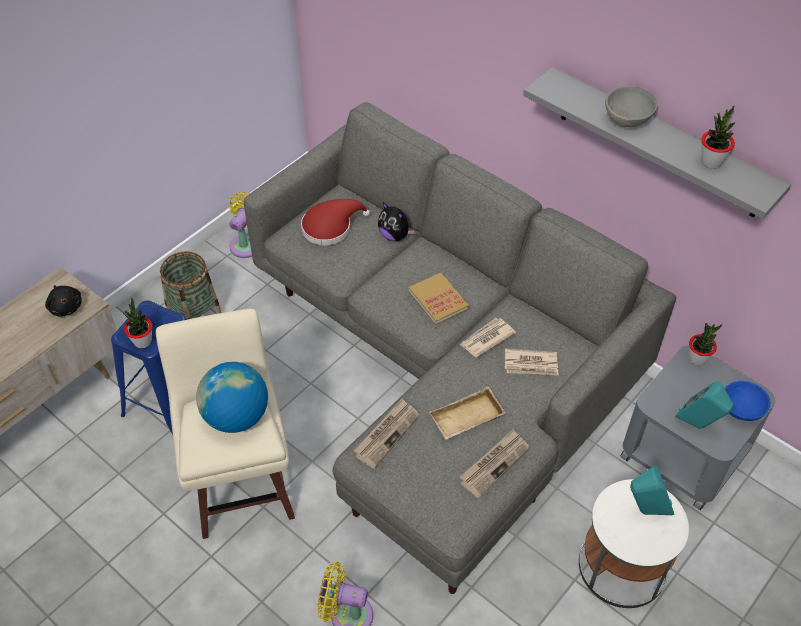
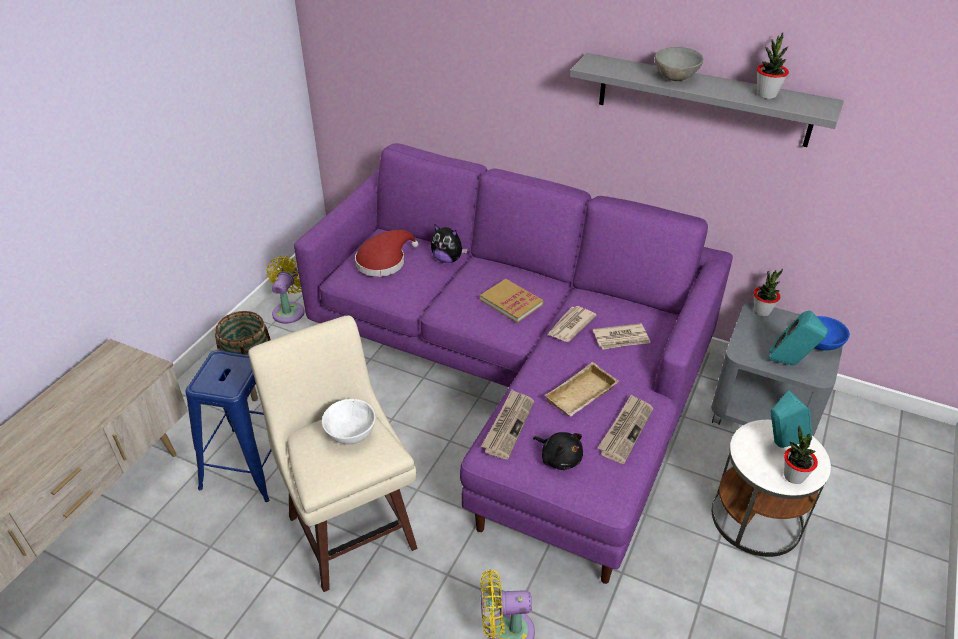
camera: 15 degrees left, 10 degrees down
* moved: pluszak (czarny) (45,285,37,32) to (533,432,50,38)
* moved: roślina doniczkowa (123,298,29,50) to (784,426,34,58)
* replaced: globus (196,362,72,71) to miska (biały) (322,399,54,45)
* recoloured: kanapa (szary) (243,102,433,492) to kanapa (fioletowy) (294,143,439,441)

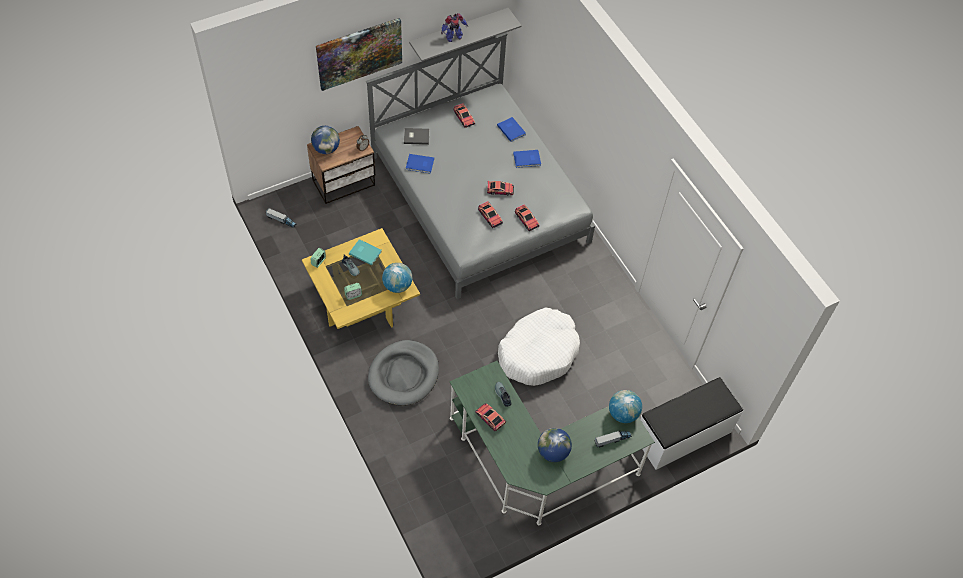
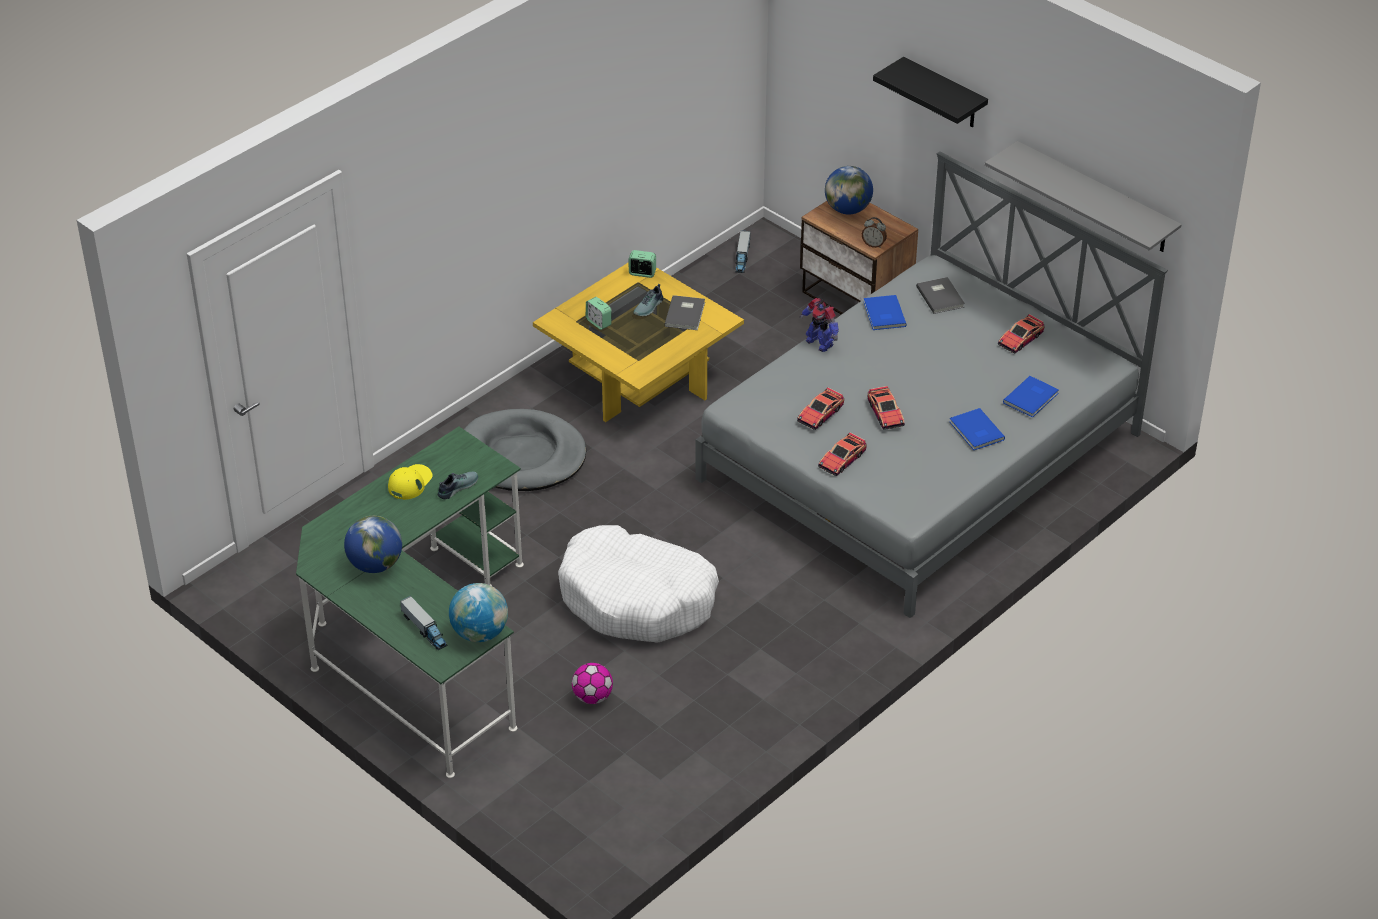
camera: 75 degrees right, 15 degrees down
* removed: globus (382,263,30,30)
* removed: ławka (biały) (640,377,103,93)
* added: piłka futbolowa (572,663,41,41)
* moved: robot zabawkowy (441,13,27,29) to (799,298,40,54)
* replaced: obraz (316,18,86,73) to półka (czarny) (873,57,115,70)
* replaced: samochodzik (475,403,31,29) to czapka z daszkiem (żółty) (388,464,45,36)
* recoloured: książka (turkusowy) (349,239,33,26) to książka (szary) (664,295,41,35)

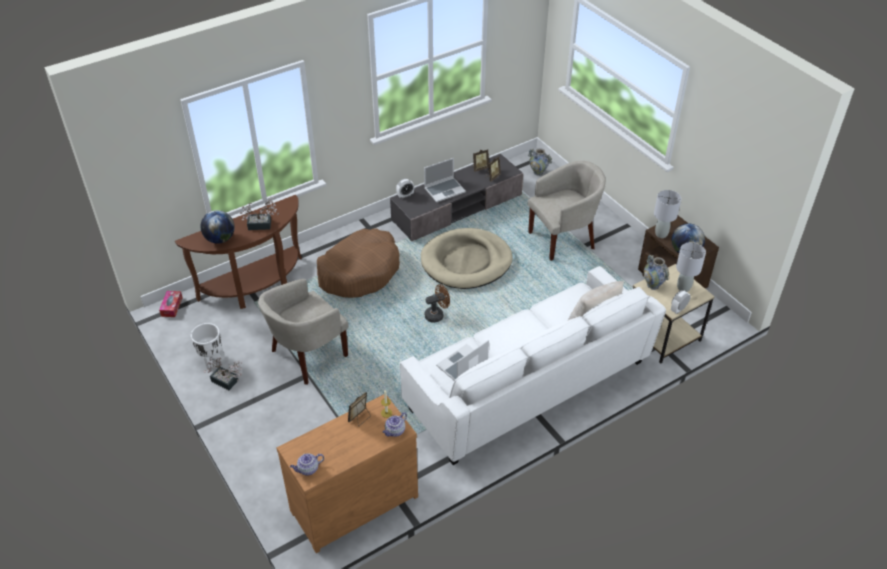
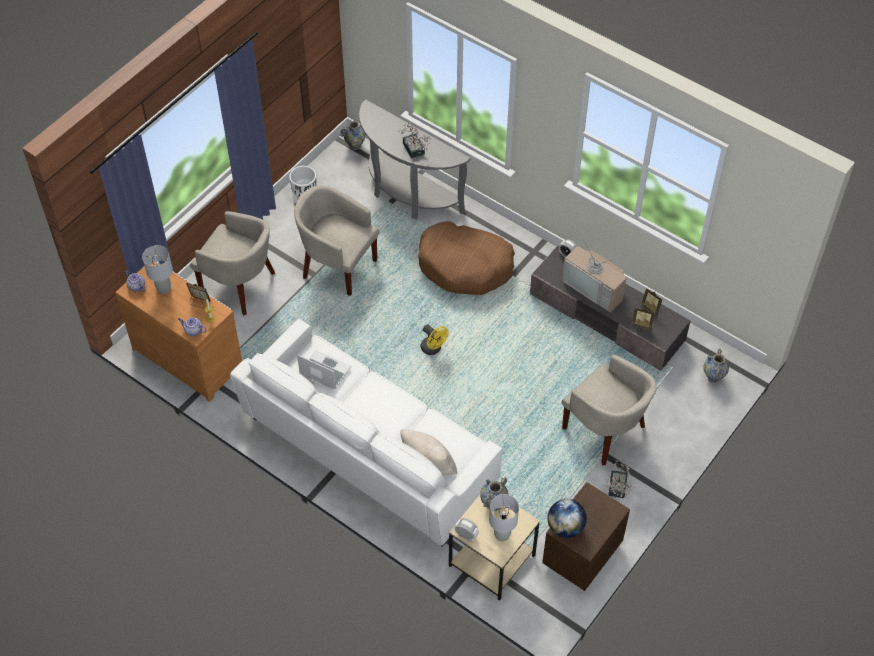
camera: 70 degrees right, 10 degrees up
* removed: globus (200,210,35,34)
* removed: legowisko (beżowy) (421,228,92,61)
* added: fotel (beżowy) (190,211,85,104)
* moved: roślina doniczkowa (203,358,39,32) to (606,460,29,38)
* moved: lampa stołowa (szary) (654,190,27,48) to (142,245,31,49)
* replaced: pudełko chusteczek (159,291,23,26) to wazon (340,121,26,29)
* replaced: laptop (424,158,42,44) to telewizor (562,237,65,76)
* recoloured: stolik konsolowy (brązowy) (175,195,127,114) to stolik konsolowy (szary) (359,99,112,120)
* recoloured: wentylator (brązowy) (425,284,25,39) to wentylator (żółty) (421,324,28,31)

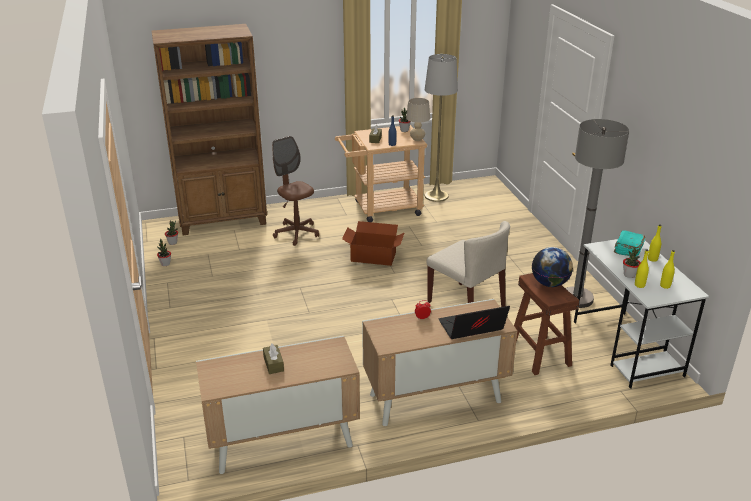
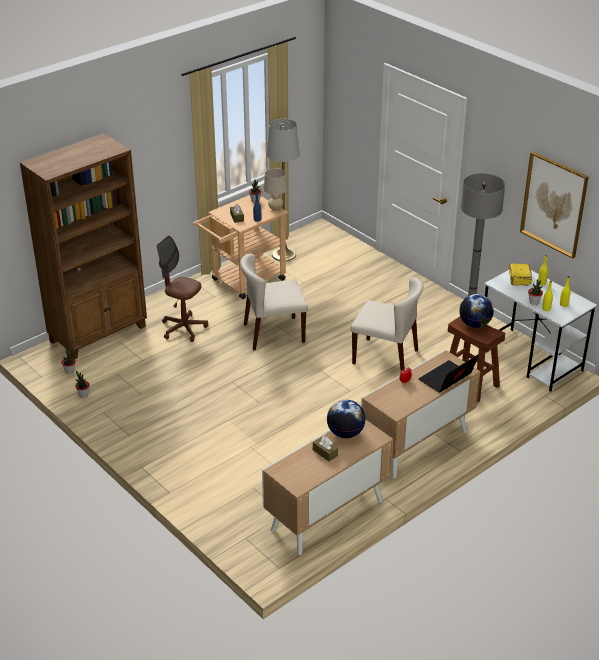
camera: 25 degrees left, 5 degrees up
* added: globus (327,400,39,38)
* added: obraz (520,152,69,106)
* replaced: karton (342,221,63,45) to krzesło (beżowy) (240,254,68,96)
* recoloured: książka (turkusowy) (614,230,31,27) to książka (żółty) (509,264,23,22)

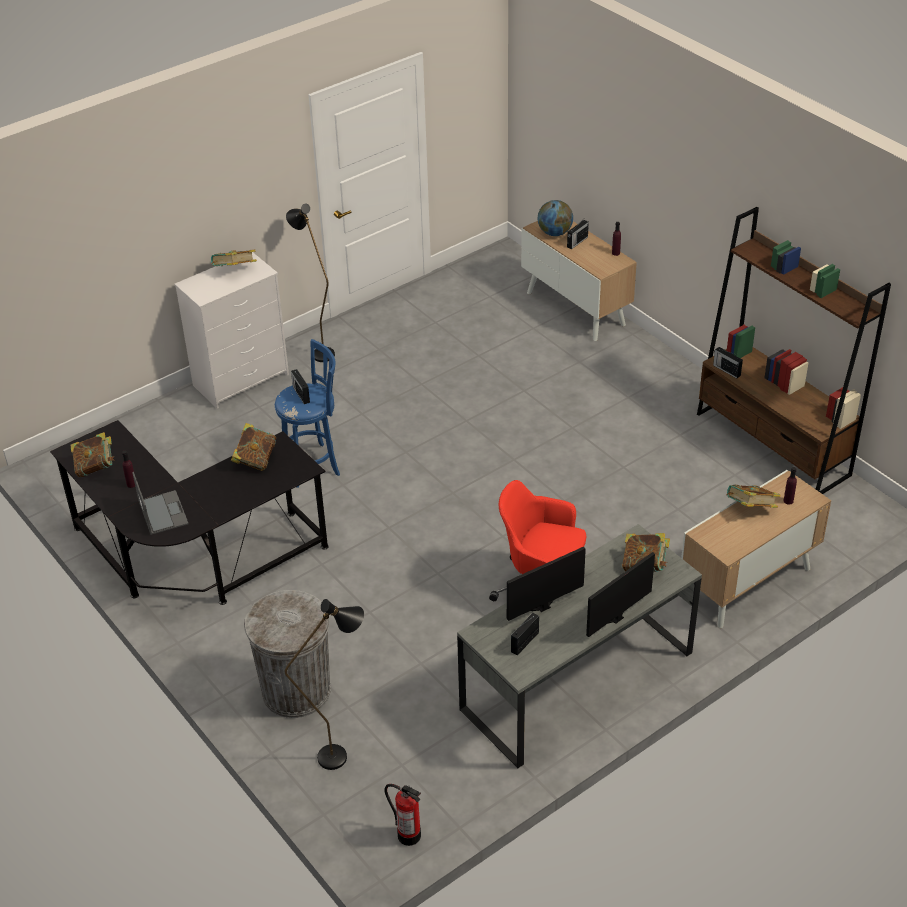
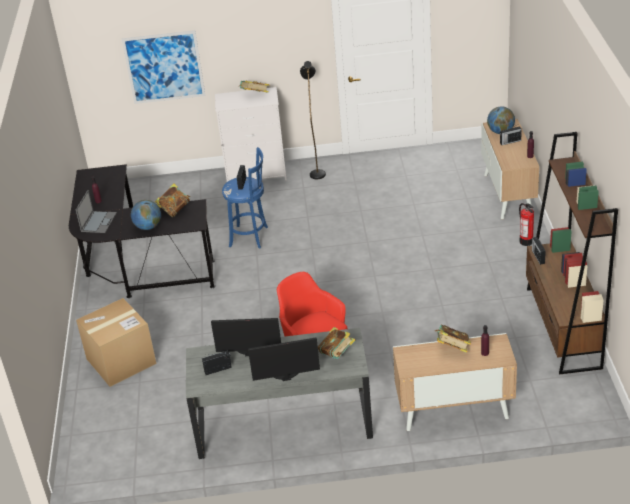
camera: 35 degrees right, 5 degrees down
* removed: książka (70,432,45,45)
* removed: lampa stojąca (czarny) (285,599,79,171)
* added: obraz (122,30,84,74)
* added: globus (131,200,30,30)
* moved: gaśnica (385,784,36,62) to (519,203,15,43)
* replaced: kosz na śmieci (szary) (244,590,87,128) to karton (76,298,81,89)

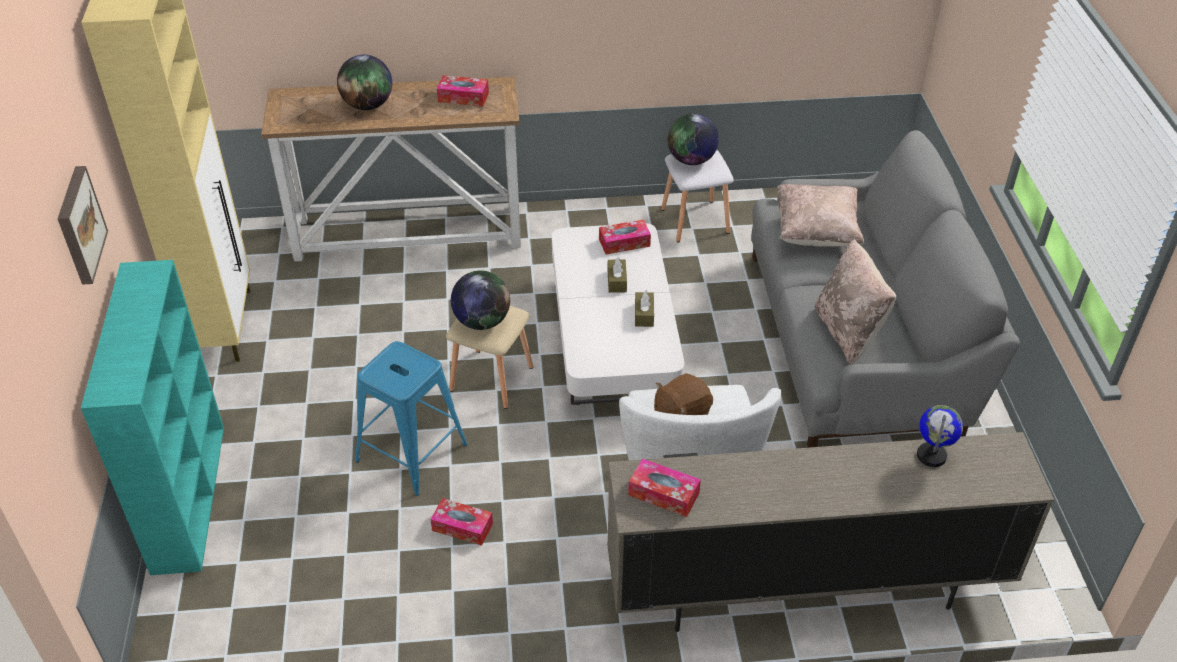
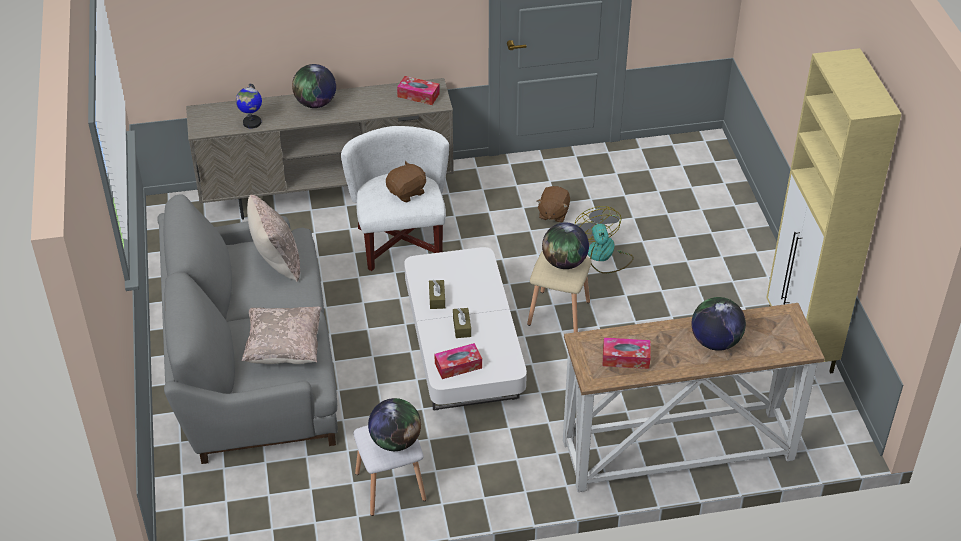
camera: 175 degrees right, 0 degrees up
* removed: obraz (57,166,51,119)
* removed: regał (turkusowy) (81,260,143,315)
* added: globus (292,64,44,44)
* replaced: stołek (niebieski) (355,341,112,155) to wentylator (575,206,59,68)
* replaced: pudełko chusteczek (430,498,63,48) to pluszak (brązowy) (537,186,33,37)

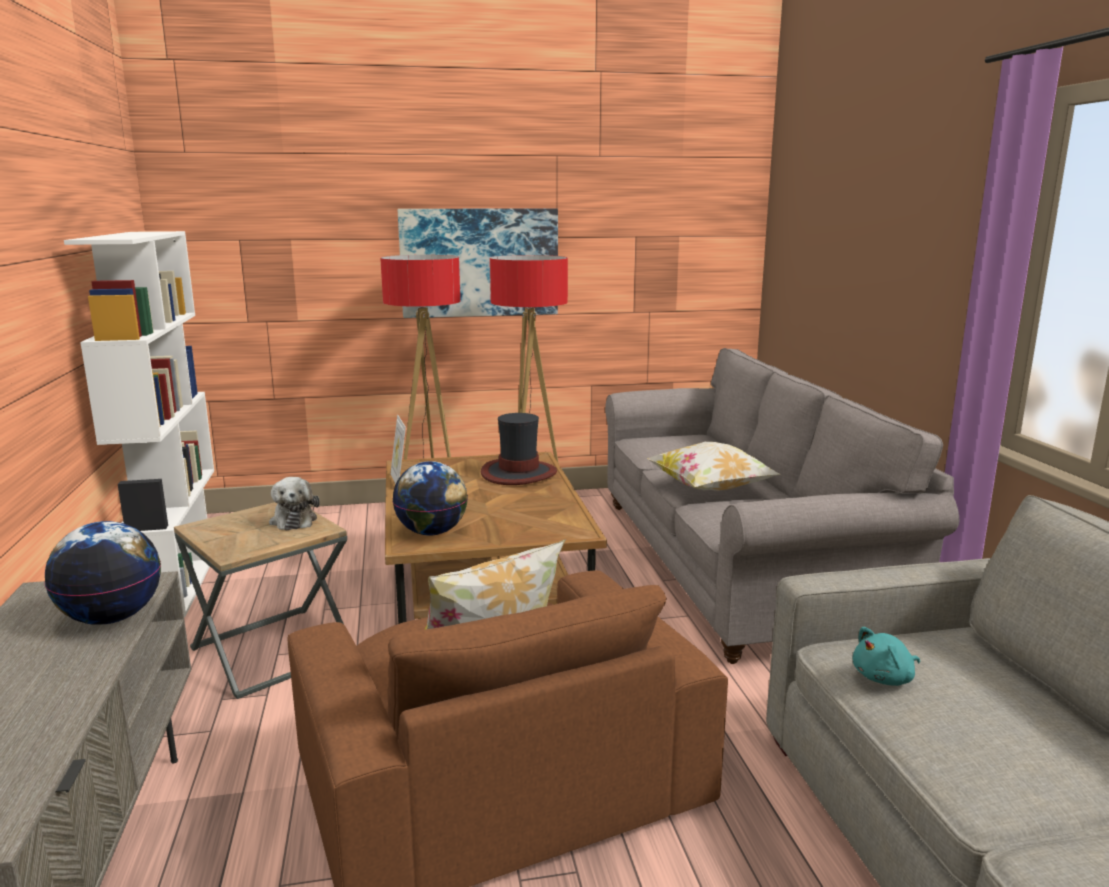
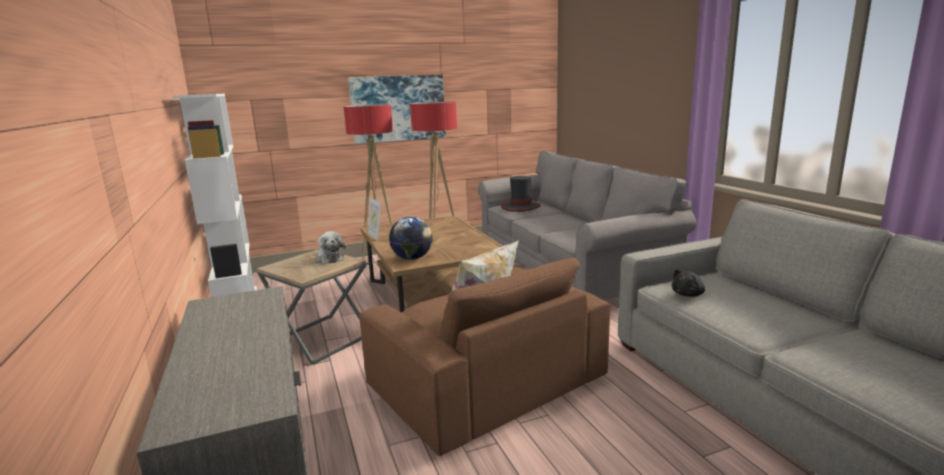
camera: 10 degrees left, 0 degrees up
* removed: globus (45,521,116,104)
* removed: poduszka (647,442,132,49)
* moved: kapelusz (481,413,76,72) to (501,176,40,36)
* recoloured: pluszak (turkusowy) (853,627,67,59) to pluszak (czarny) (672,269,33,28)

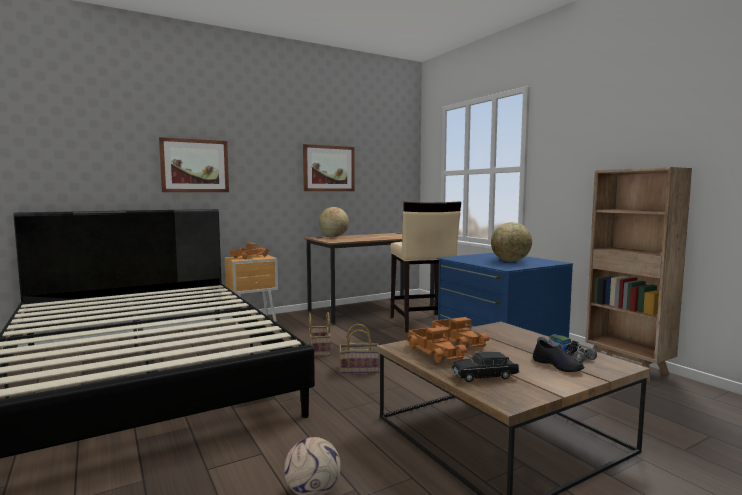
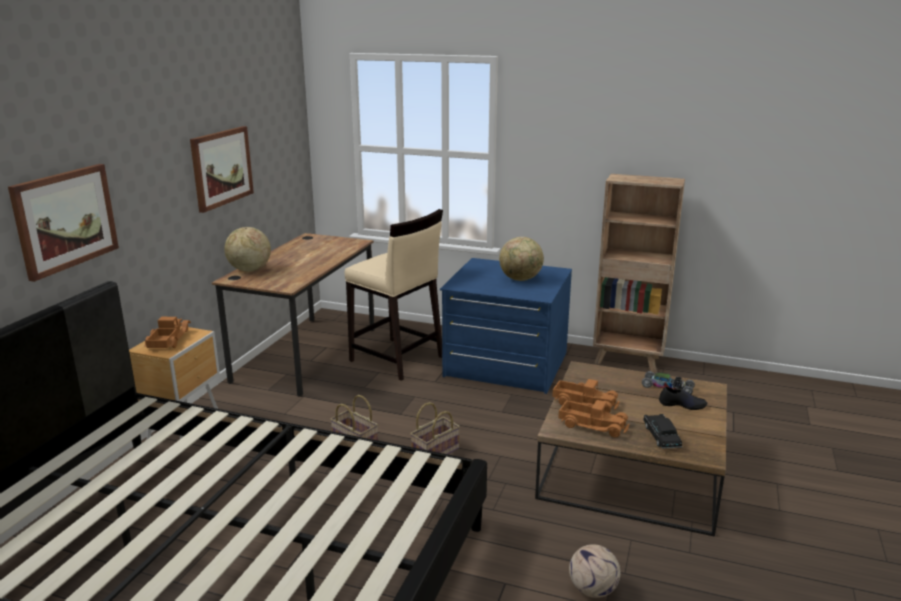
camera: 40 degrees left, 15 degrees up
* turned: samochodzik (czarny) (451,352,69,30) = (643,414,39,34) 135 degrees clockwise

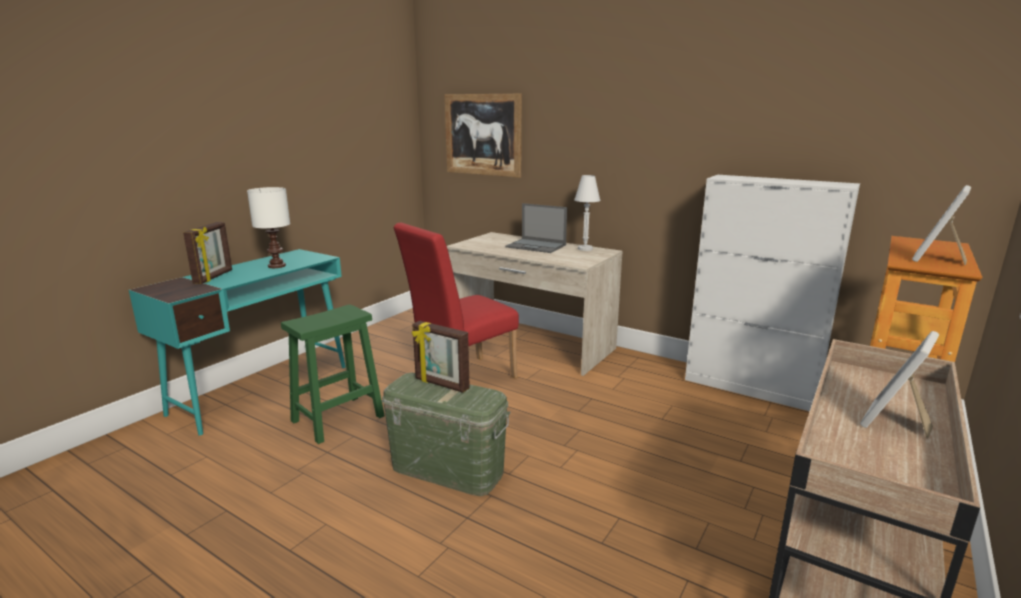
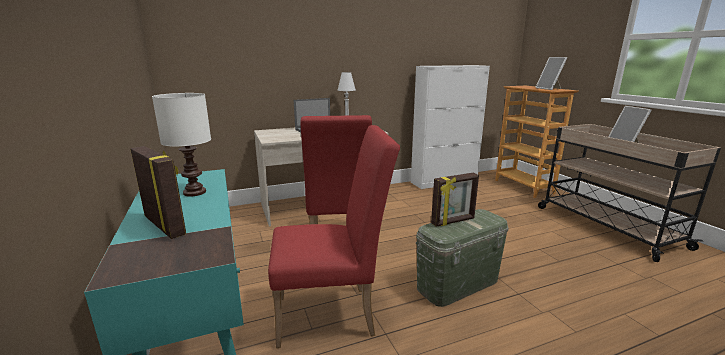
camera: 55 degrees left, 0 degrees up
* removed: obraz (444,94,78,84)
* replaced: stołek (zielony) (281,304,104,140) to krzesło (czerwony) (268,125,132,223)

